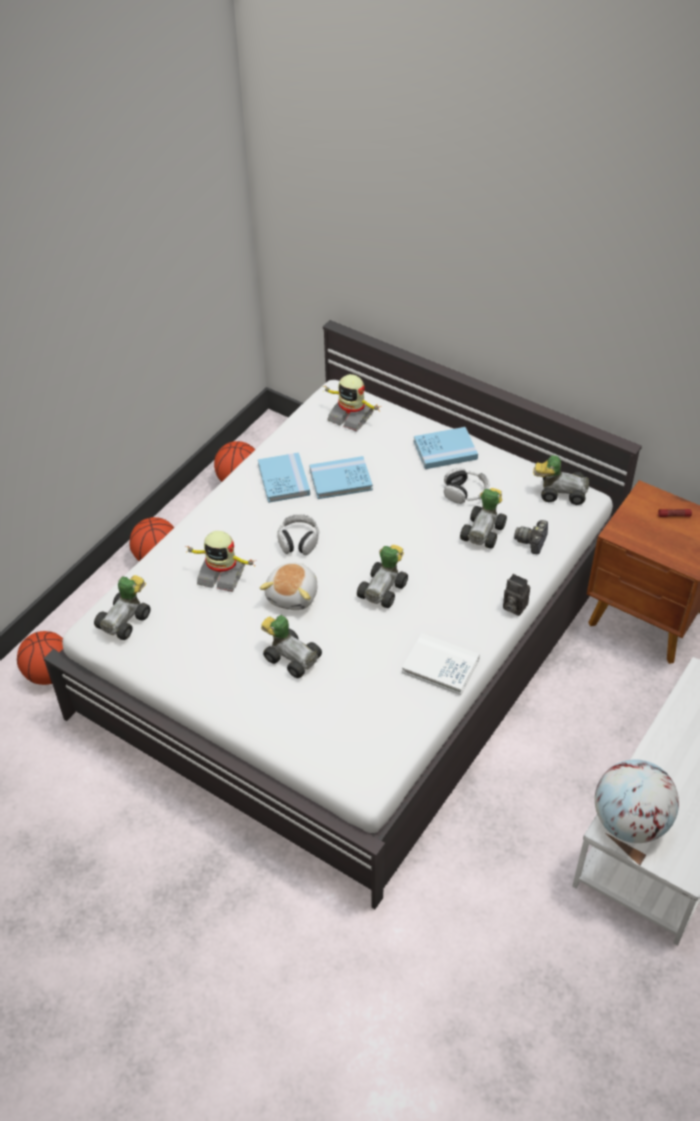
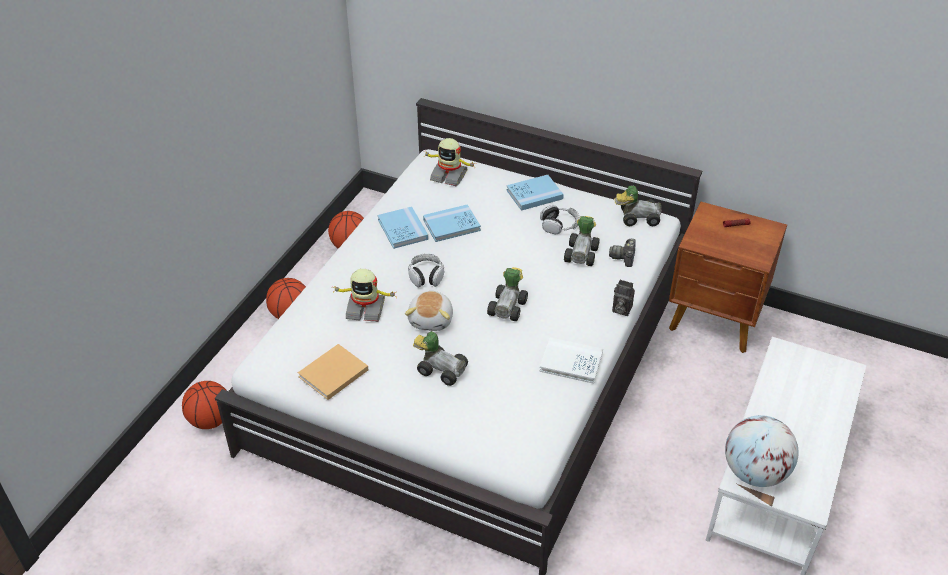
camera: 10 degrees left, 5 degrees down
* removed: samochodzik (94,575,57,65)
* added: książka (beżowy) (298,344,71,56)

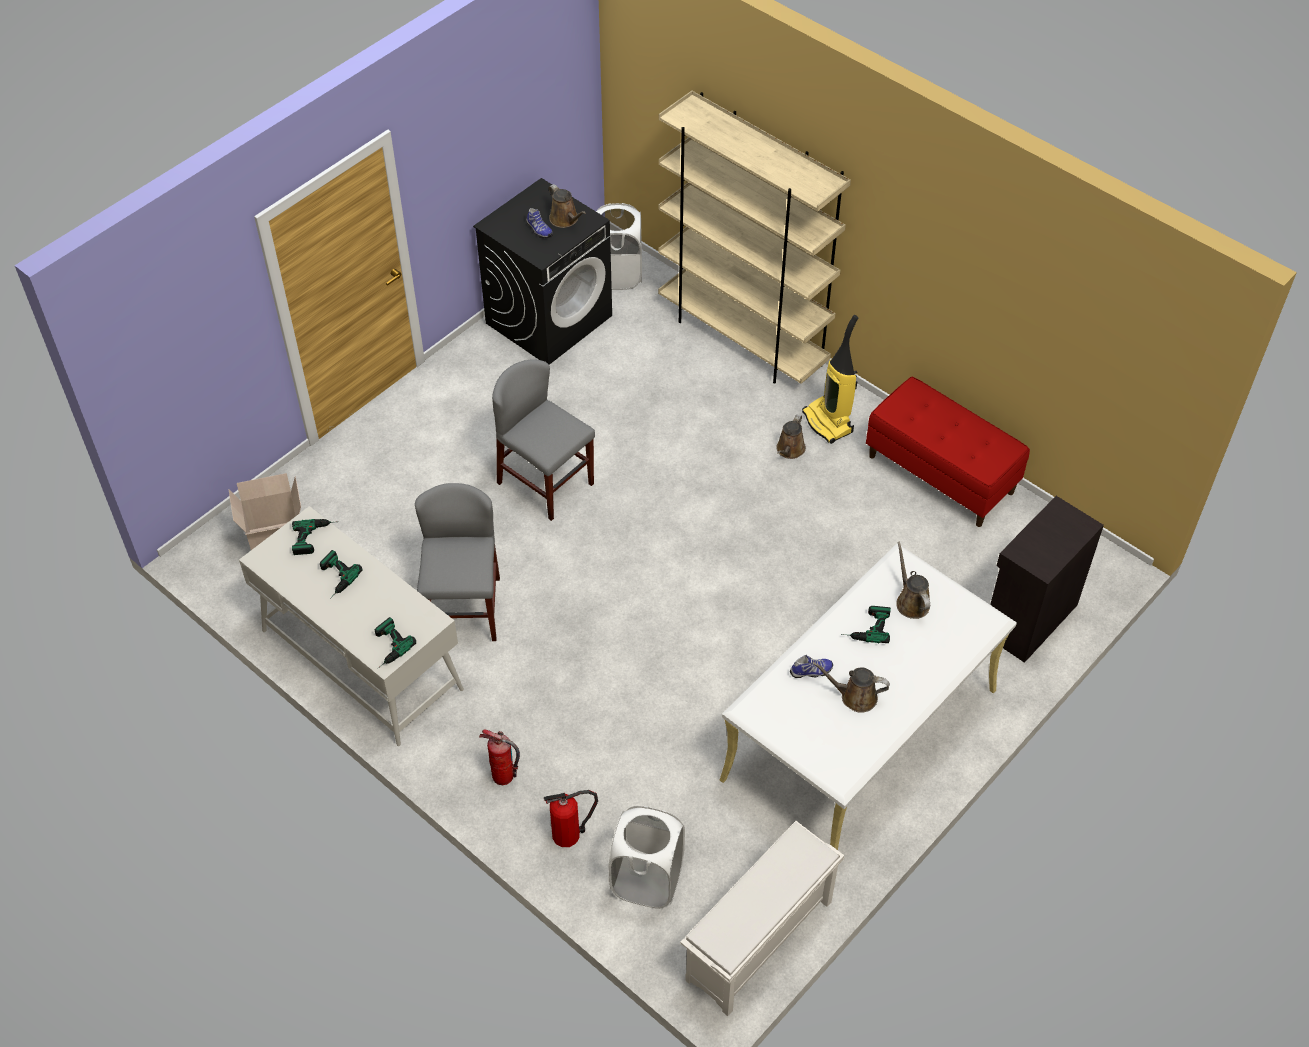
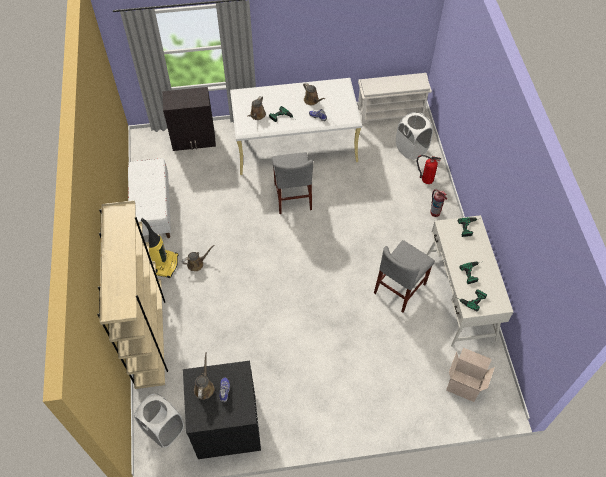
camera: 140 degrees left, 5 degrees up
* moved: krzesło (szary) (492,359,103,162) to (272,152,41,62)
* recoloured: ławka (czerwony) (866,377,164,150) to ławka (biały) (128,158,43,80)

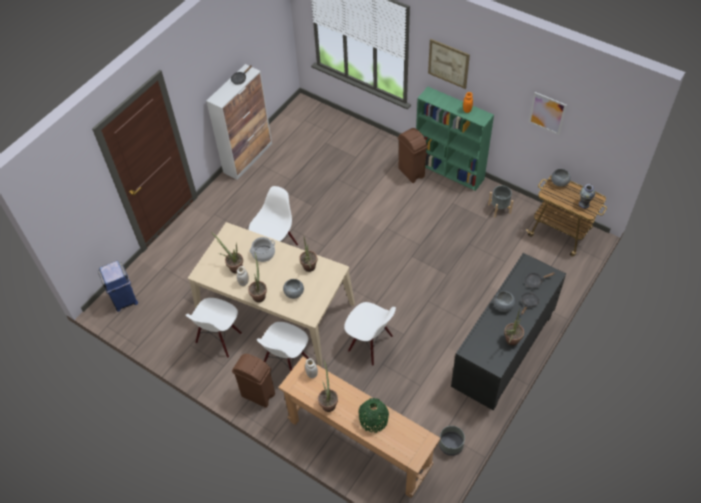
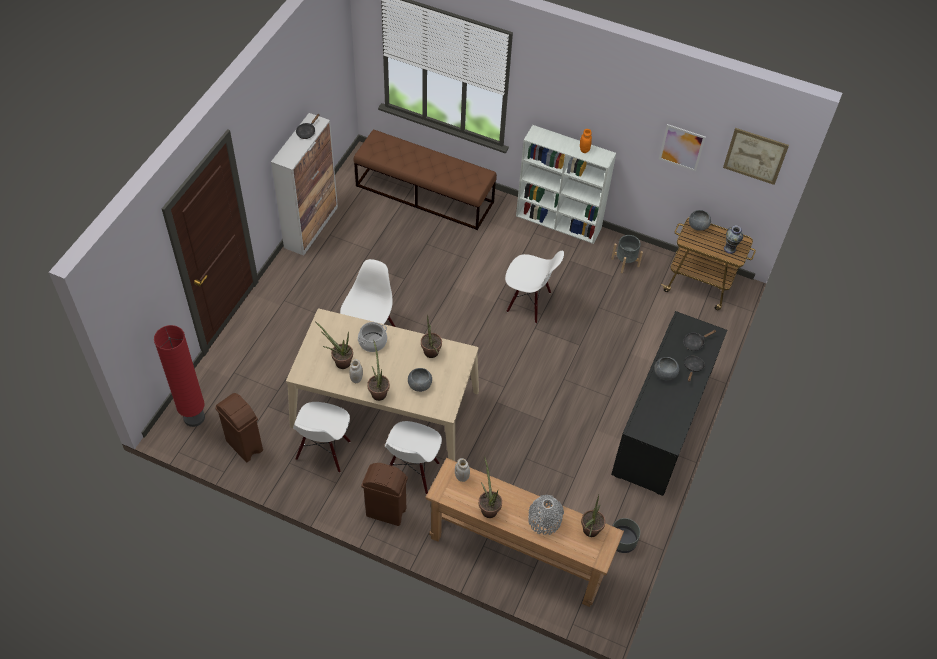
camera: 15 degrees left, 0 degrees up
* added: ławka (brązowy) (353,130,144,100)
* moved: krzesło (biały) (344,302,52,64) to (505,251,59,72)
* moved: kosz na śmieci (brązowy) (398,128,30,55) to (215,393,48,69)
* moved: obraz (428,39,42,50) to (723,128,66,57)
* moved: roślina doniczkowa (504,308,20,38) to (581,495,24,42)
* replaced: kosz na śmieci (niebieski) (98,261,40,51) to lampa stojąca (czerwony) (154,325,51,102)
* recoloured: wazon (zielony) (358,398,31,35) to wazon (szary) (528,495,36,40)
* recoloured: regał (zielony) (416,87,78,104) to regał (biały) (516,125,100,119)

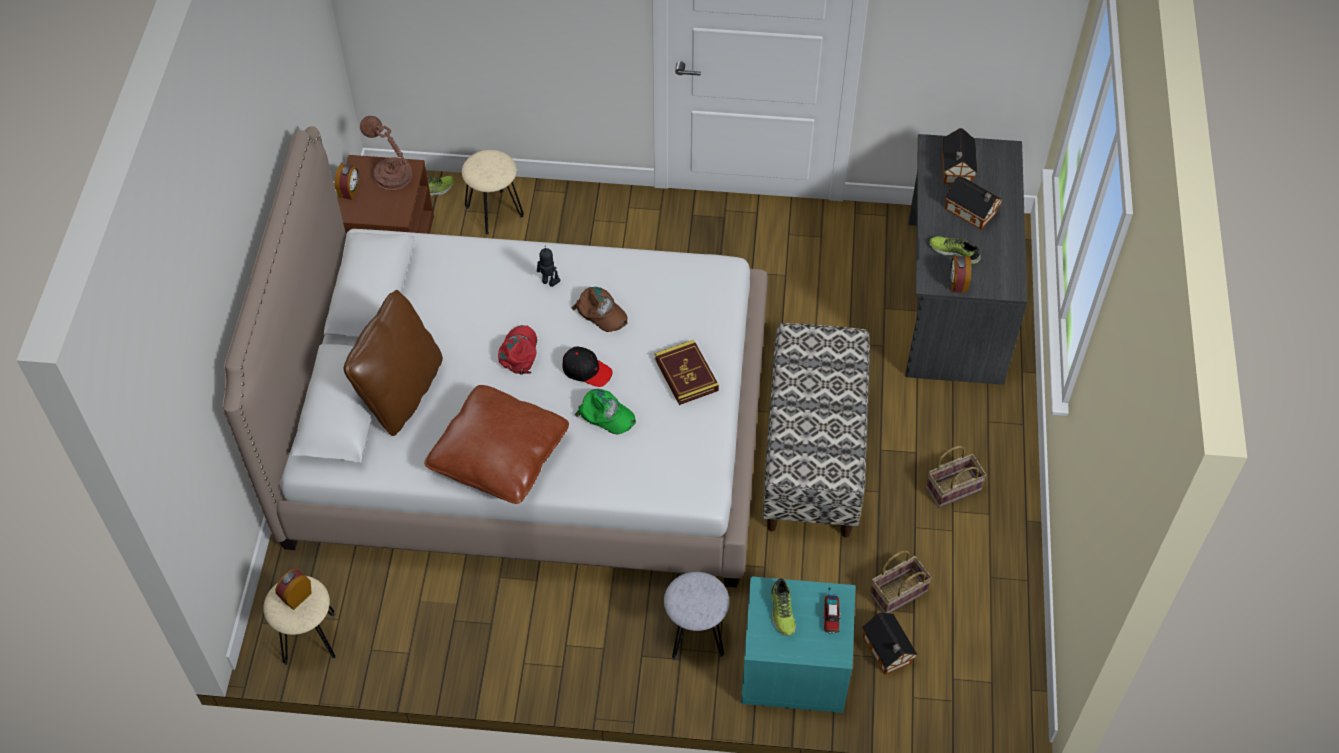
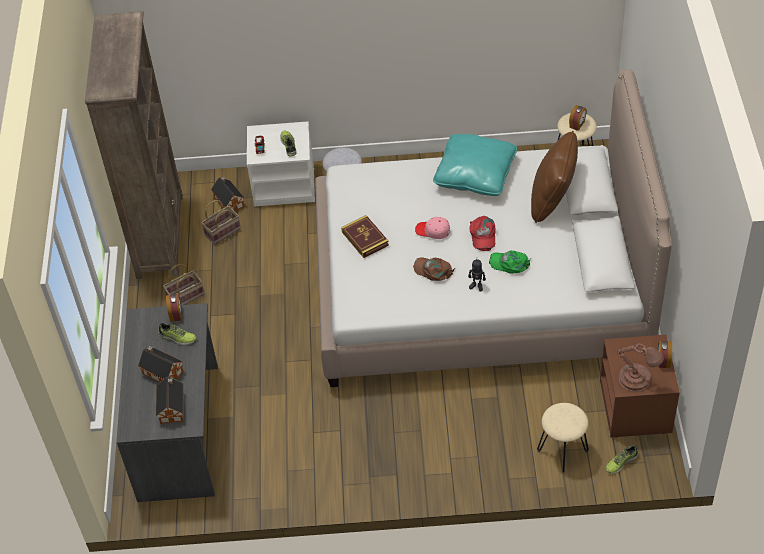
camera: 175 degrees right, 5 degrees down
* removed: ławka (763,323,107,215)
* added: regał (brązowy) (85,11,98,268)
* moved: czapka z daszkiem (zielony) (575,389,61,46) to (489,251,42,23)
* recoloured: poduszka (brązowy) (424,385,145,119) to poduszka (turkusowy) (433,134,84,62)
* recoloured: czapka z daszkiem (czarny) (563,346,50,41) to czapka z daszkiem (różowy) (415,217,35,22)
* recoloured: szafka nocna (turkusowy) (741,576,115,137) to szafka nocna (biały) (247,121,68,86)

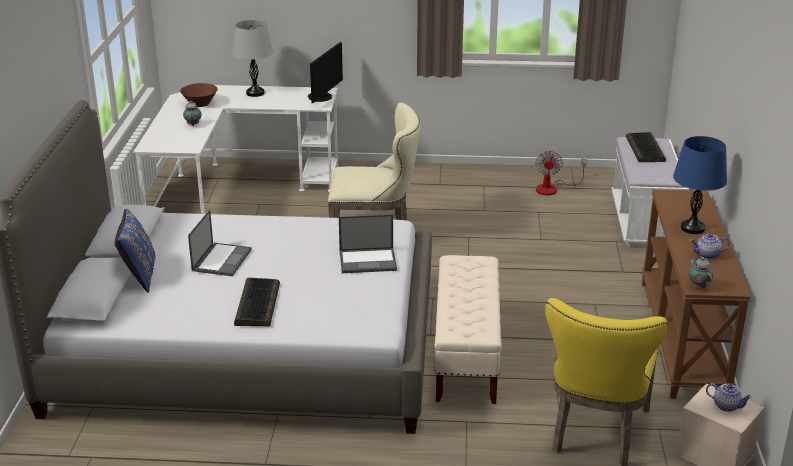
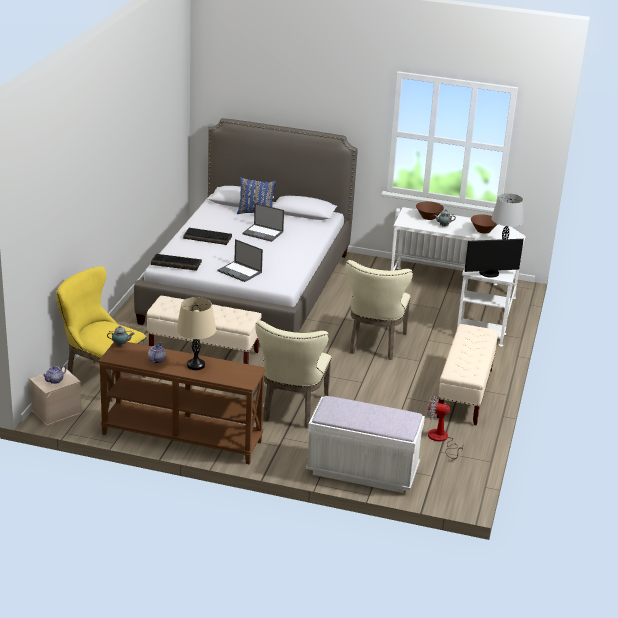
camera: 100 degrees right, 0 degrees up
* added: krzesło (beżowy) (255,321,77,108)
* added: miska (brązowy) (416,201,28,19)
* added: ławka (beżowy) (437,324,62,101)
* moved: klawiatura (626,132,40,30) to (151,254,51,17)
* recoloured: lampa stołowa (niebieski) (673,136,54,98) to lampa stołowa (beżowy) (176,297,40,73)
* turned: monitor (308,42,35,61) = (464,239,60,39) 45 degrees counterclockwise
* turned: laptop (339,214,58,59) = (218,239,45,43) 60 degrees counterclockwise

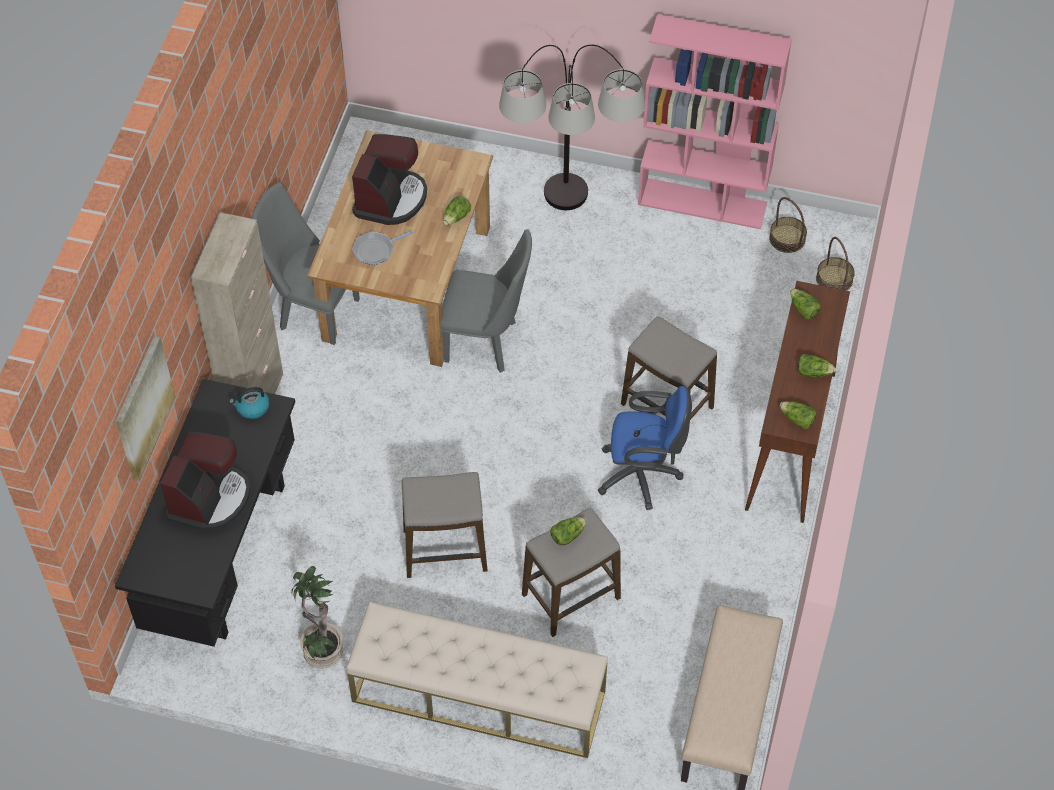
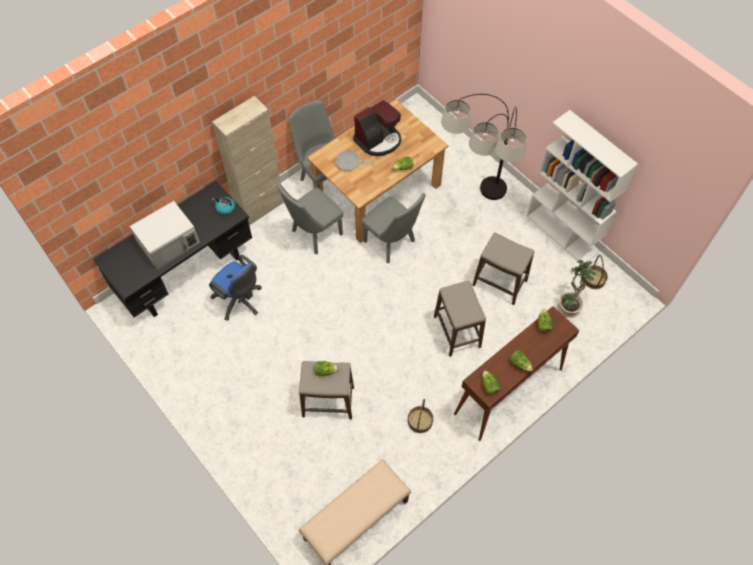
camera: 35 degrees right, 5 degrees up
* removed: obraz (116,336,59,144)
* removed: ławka (beżowy) (347,602,261,156)
* added: krzesło (szary) (276,182,67,72)
* moved: roślina doniczkowa (291,566,52,103) to (558,260,38,58)
* moved: stołek (402,472,86,106) to (473,233,61,72)
* moved: krzesło biurowe (niebieski) (598,386,94,124) to (209,255,53,66)
* moved: koszyk (816,237,39,54) to (408,399,25,34)
* replaced: ekspres do kawy (160,431,91,100) to mikrofalówka (biały) (130,201,70,69)
* recoloured: regał (różowy) (638,14,154,215) to regał (biały) (526,110,112,153)

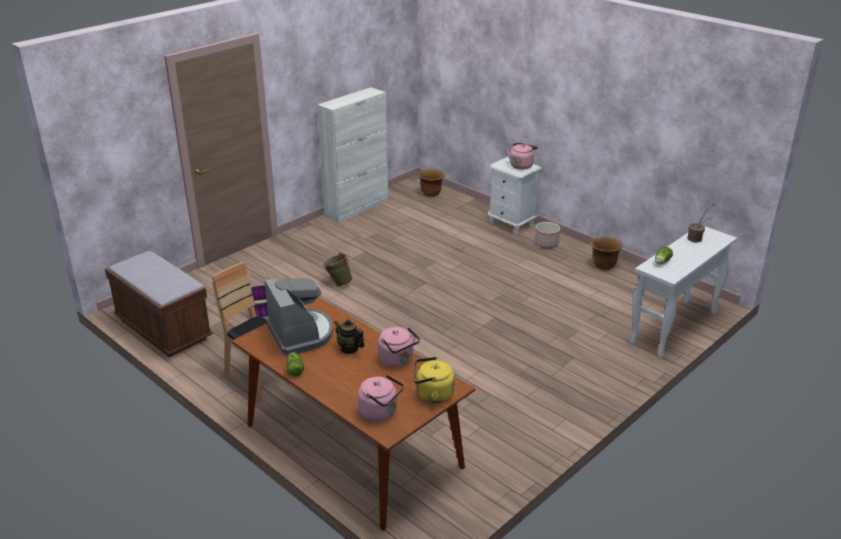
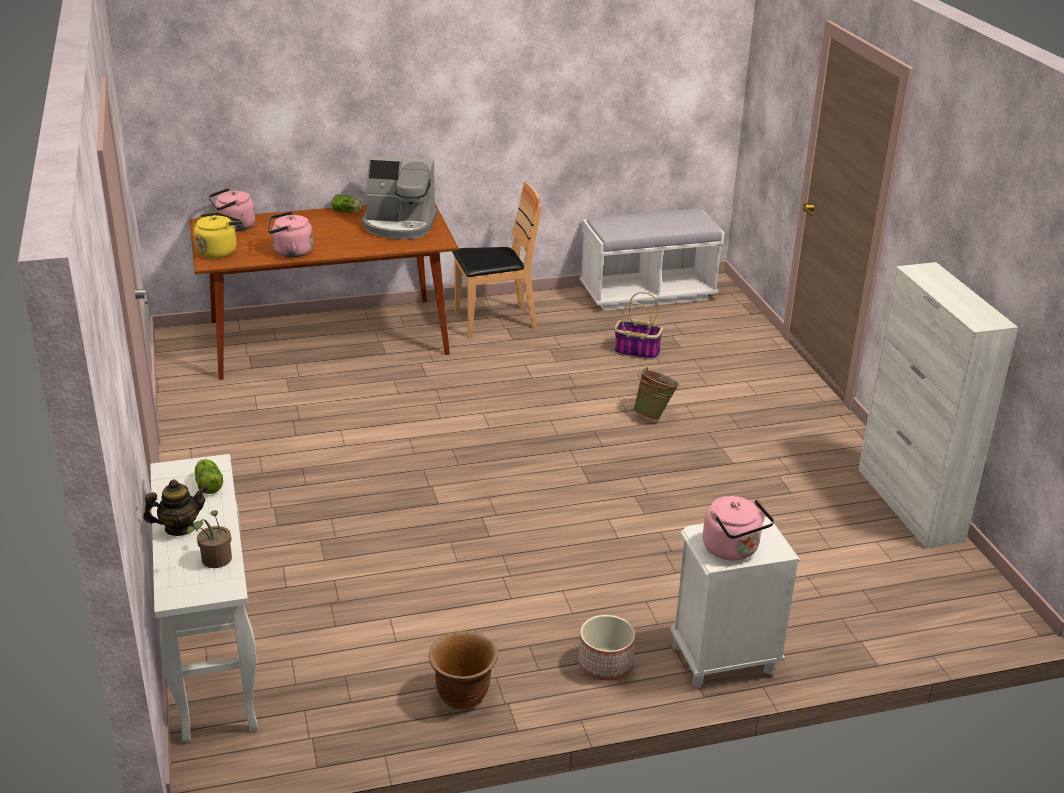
camera: 120 degrees right, 0 degrees up
* removed: donica (brązowy) (418,169,27,28)
* moved: imbryk (334,319,31,35) to (143,479,65,57)
* recoloured: ławka (brązowy) (105,251,108,106) to ławka (biały) (580,208,145,103)

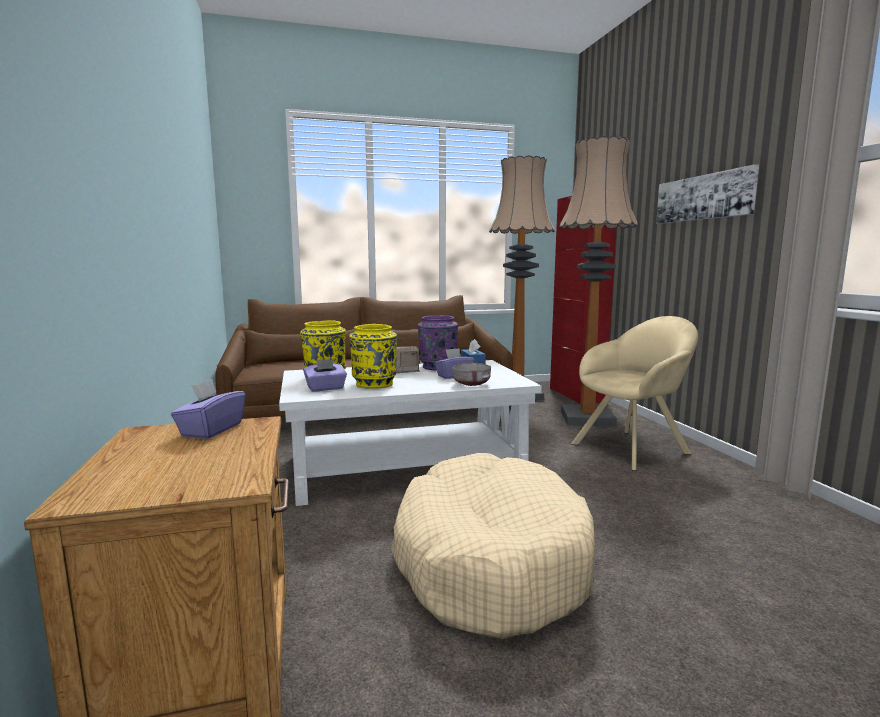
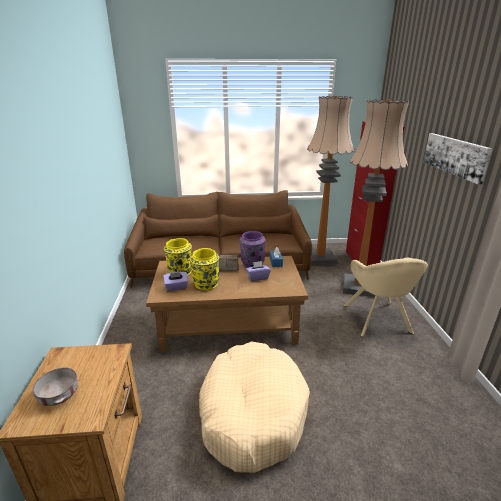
camera: 10 degrees right, 15 degrees up
* removed: pudełko chusteczek (fioletowy) (171,379,74,60)
* moved: miska (szary) (452,363,39,23) to (33,367,45,39)
* recoloured: ława (biały) (279,360,262,146) to ława (brązowy) (146,256,162,96)
* turned: fotel (beżowy) (571,316,127,155) = (344,258,84,79) 105 degrees clockwise

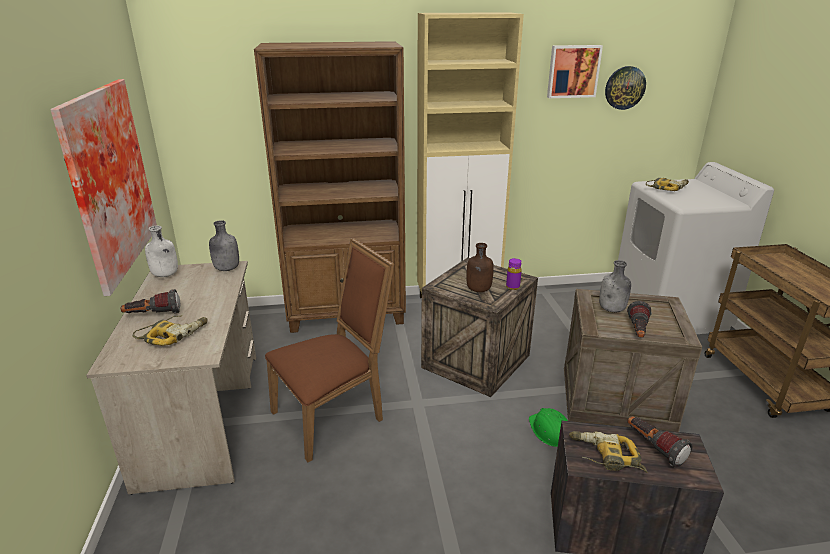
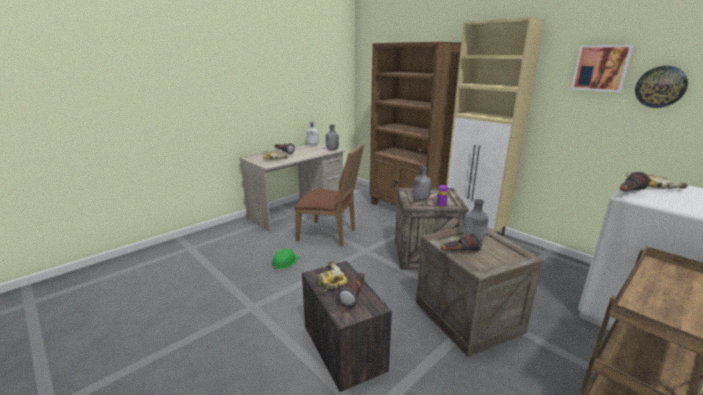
camera: 55 degrees right, 5 degrees down
* removed: obraz (50,79,107,217)
* added: latarka (620,172,30,20)
* moved: kask (zielony) (529,408,39,39) to (272,249,27,20)
* recoloured: butelka (brązowy) (466,243,28,49) to butelka (szary) (413,166,18,34)

